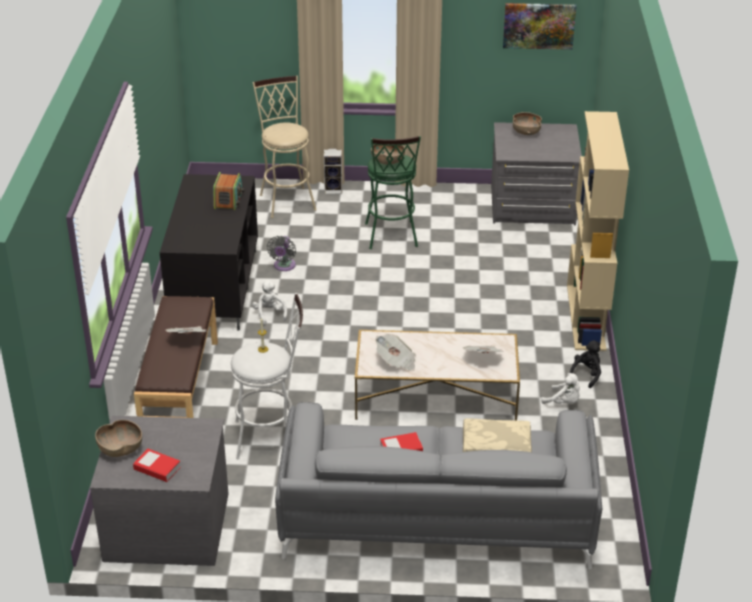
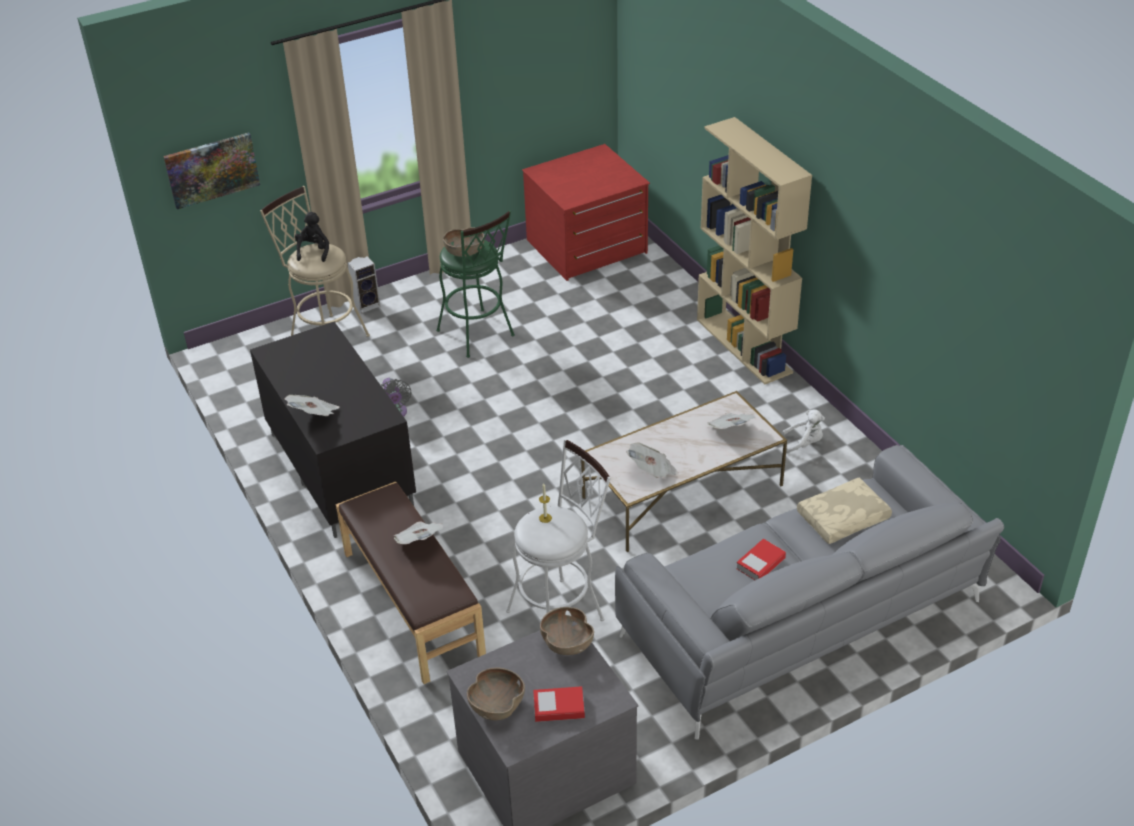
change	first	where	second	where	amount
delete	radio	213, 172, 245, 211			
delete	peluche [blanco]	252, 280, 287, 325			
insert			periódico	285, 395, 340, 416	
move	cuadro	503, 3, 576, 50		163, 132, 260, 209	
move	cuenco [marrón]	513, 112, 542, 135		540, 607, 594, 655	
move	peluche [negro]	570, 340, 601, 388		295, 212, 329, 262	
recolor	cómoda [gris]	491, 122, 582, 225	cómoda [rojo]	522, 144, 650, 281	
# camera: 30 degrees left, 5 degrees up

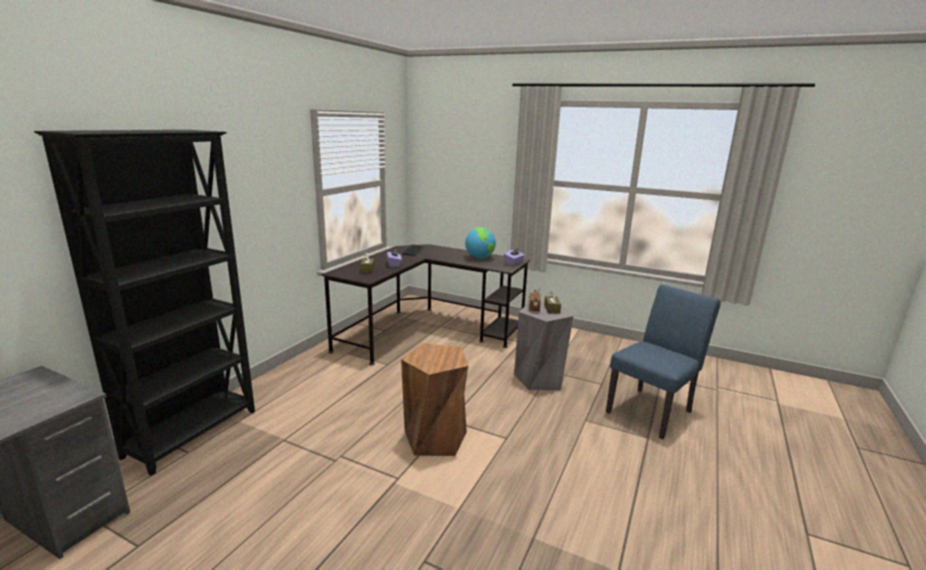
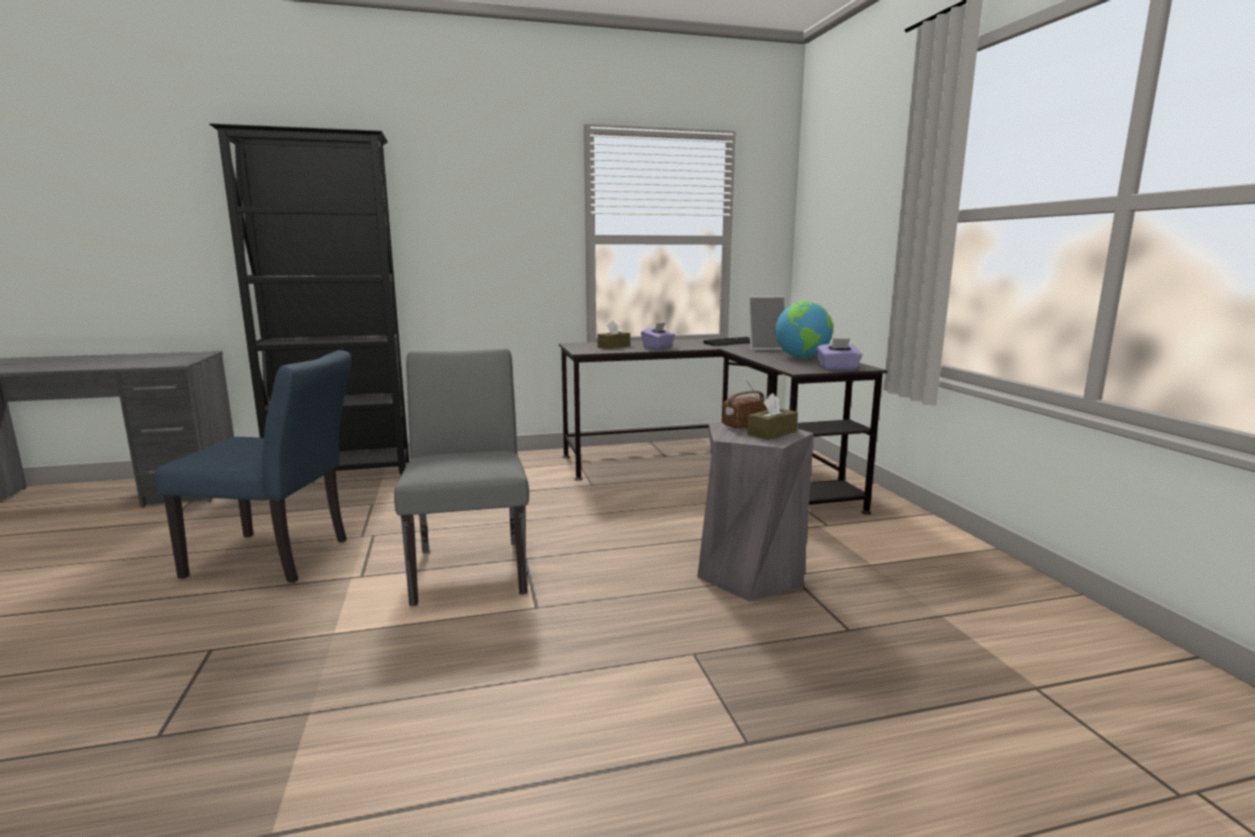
change	first	where	second	where	amount
insert			portarretratos	748, 296, 785, 350	
move	silla [azul]	606, 284, 721, 440		155, 350, 351, 583	
replace	taburete [marrón]	401, 343, 468, 456	silla [gris]	394, 349, 529, 606	
# camera: 50 degrees right, 5 degrees down

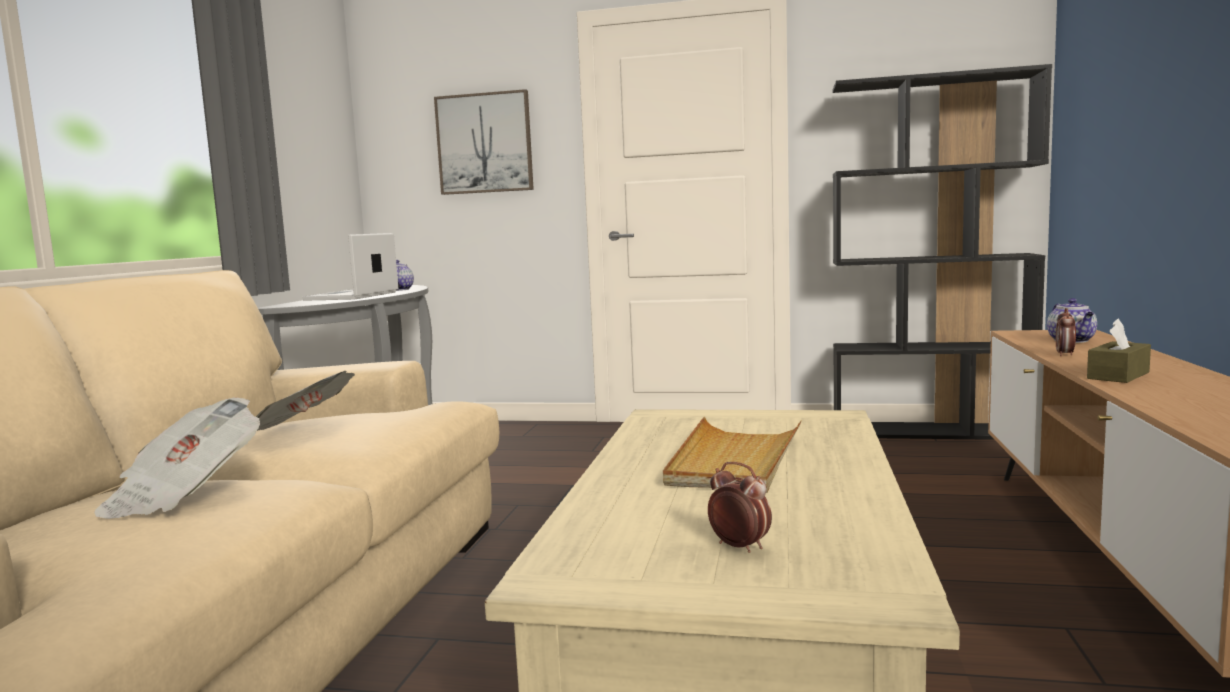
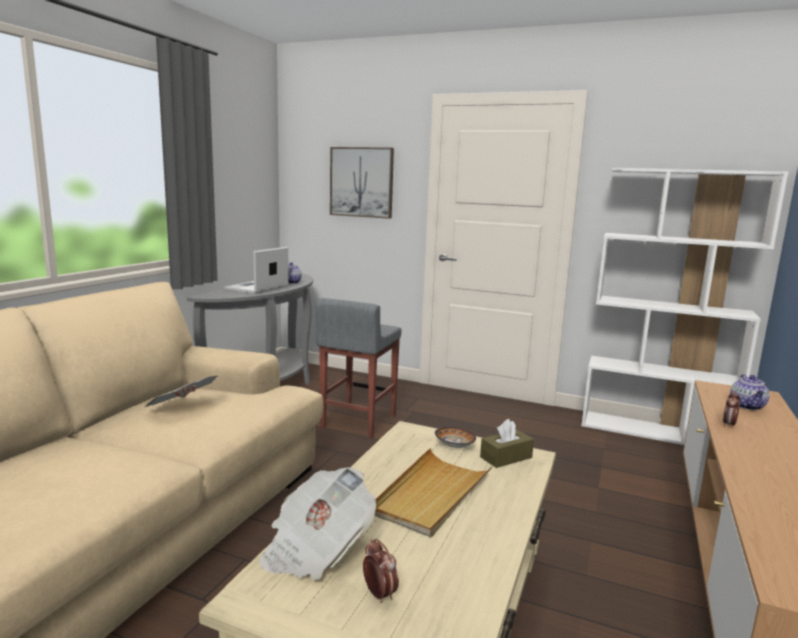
change	first	where	second	where	amount
insert			taburete [gris]	316, 298, 401, 438	
insert			cuenco	435, 427, 476, 448	
move	periódico	94, 398, 260, 519		259, 467, 376, 580	
move	caja de pañuelos [marrón]	1087, 319, 1151, 383		480, 419, 534, 468	
recolor	estantería [negro]	833, 64, 1052, 440	estantería [blanco]	581, 168, 788, 445	
# camera: 10 degrees right, 5 degrees up

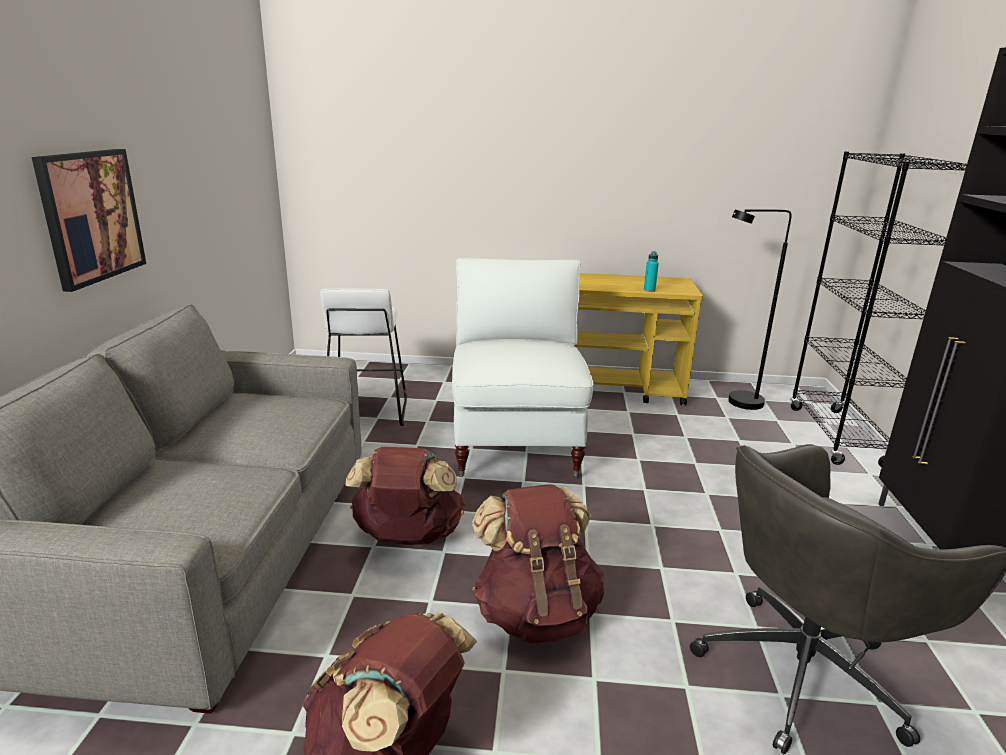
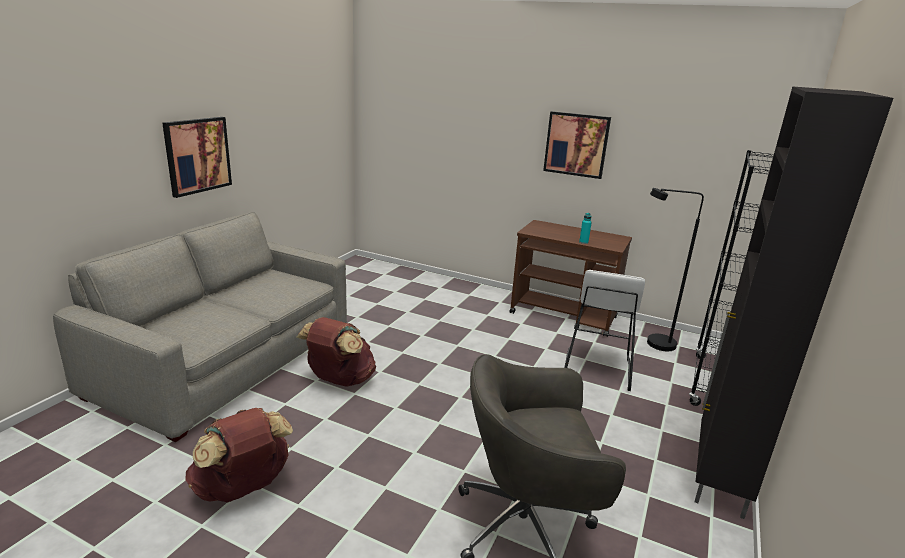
change	first	where	second	where	amount
delete	sillón [blanco]	452, 258, 594, 477			
delete	mochila [marrón]	472, 484, 605, 644			
insert			cuadro	543, 111, 611, 179	
move	taburete [blanco]	320, 288, 407, 426		564, 270, 645, 391	
recolor	carrito [amarillo]	574, 273, 703, 405	carrito [marrón]	510, 220, 632, 337	
# camera: 20 degrees right, 0 degrees up

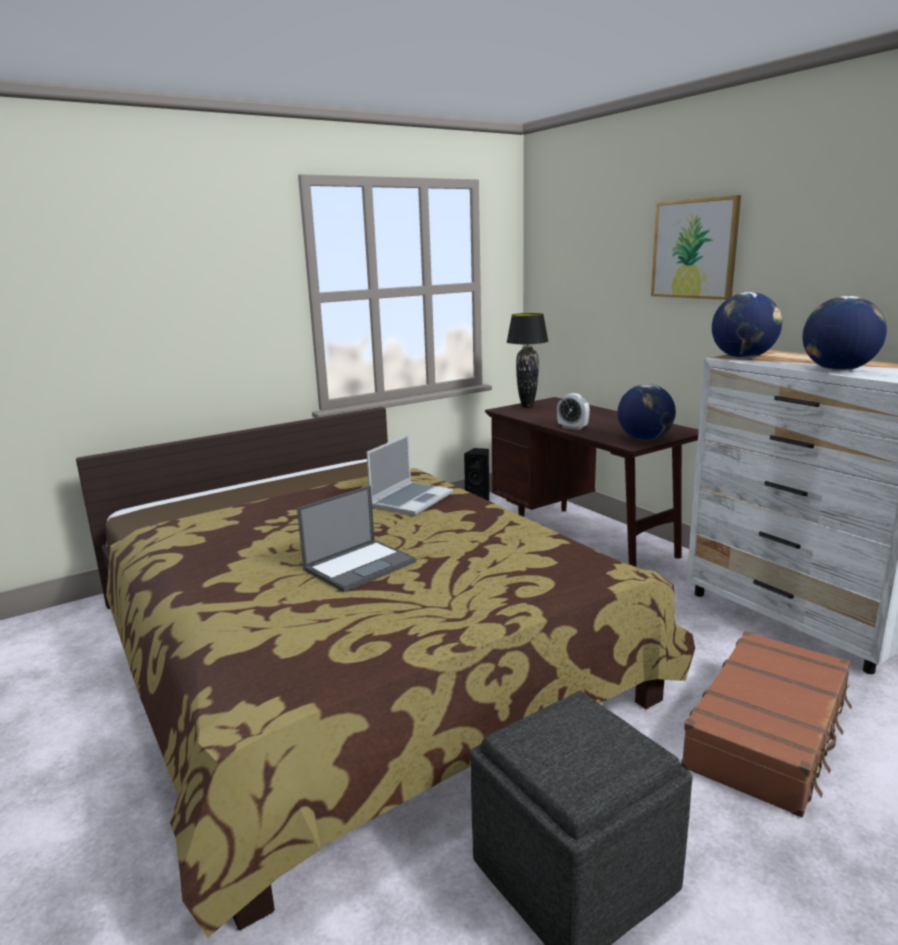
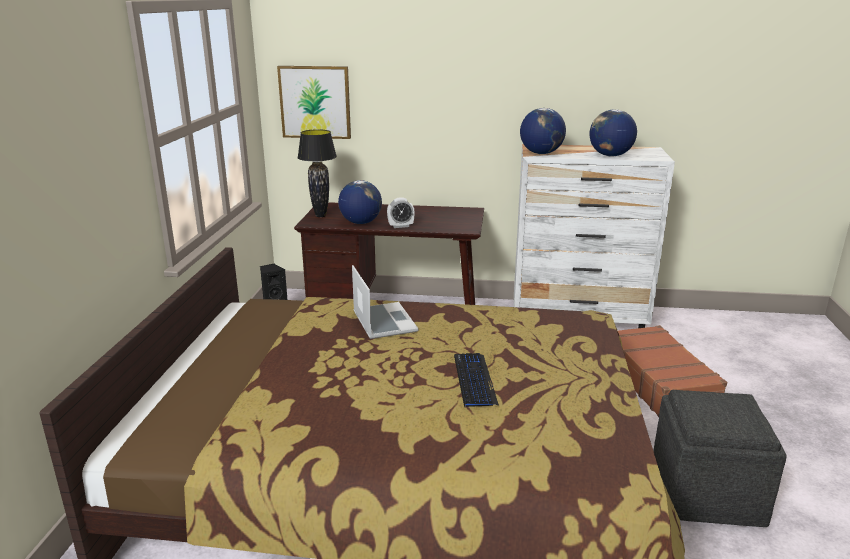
change	first	where	second	where	amount
move	globo terráqueo	618, 384, 676, 440		338, 180, 382, 224	
move	cuadro	651, 195, 741, 300		277, 66, 351, 139	
replace	portátil	297, 486, 416, 592	teclado	454, 353, 499, 407	
# camera: 50 degrees left, 5 degrees up

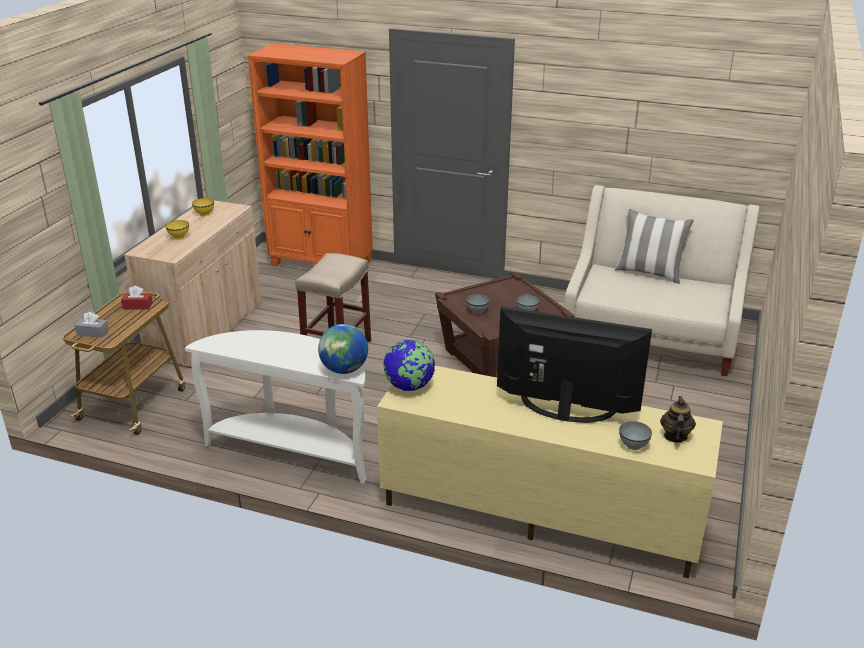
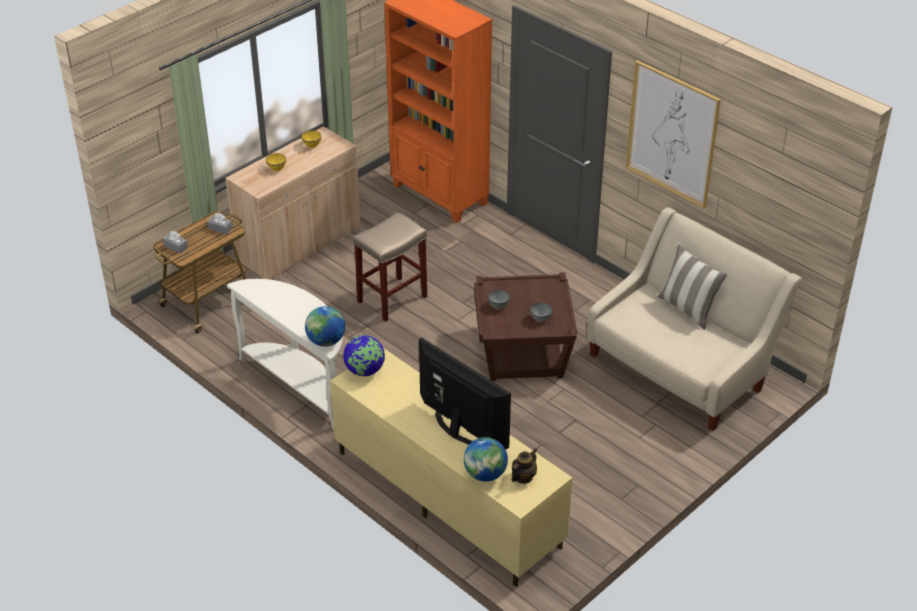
change	first	where	second	where	amount
insert			cuadro	625, 60, 721, 209	
replace	cuenco [gris]	619, 421, 652, 450	globo terráqueo	464, 437, 508, 482	
recolor	caja de pañuelos [rojo]	121, 286, 153, 310	caja de pañuelos [gris]	207, 213, 233, 235	
# camera: 25 degrees right, 10 degrees up

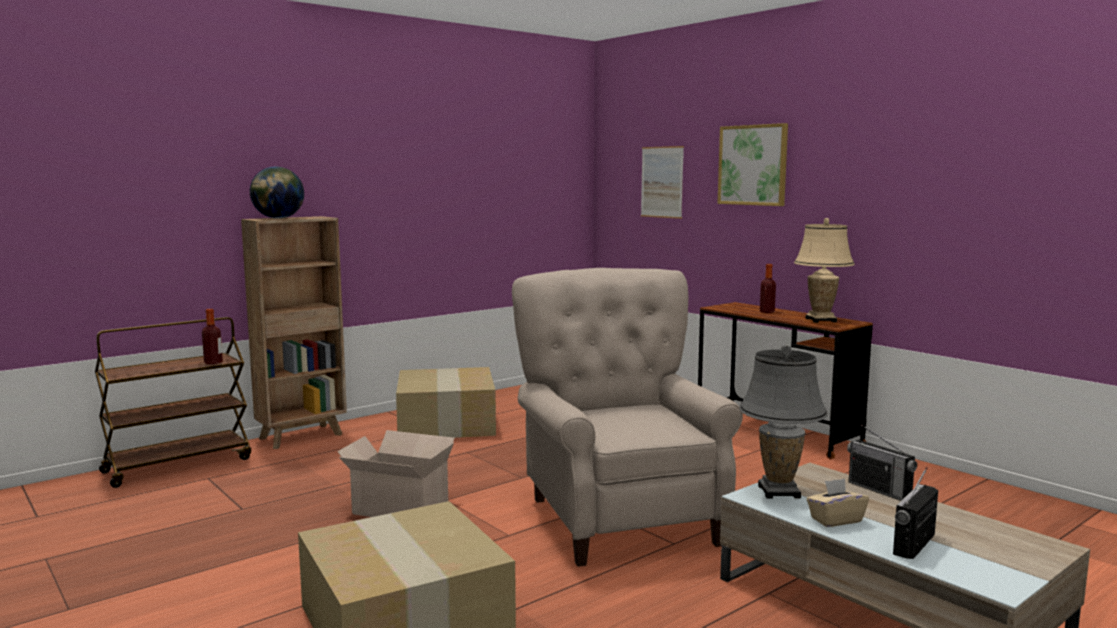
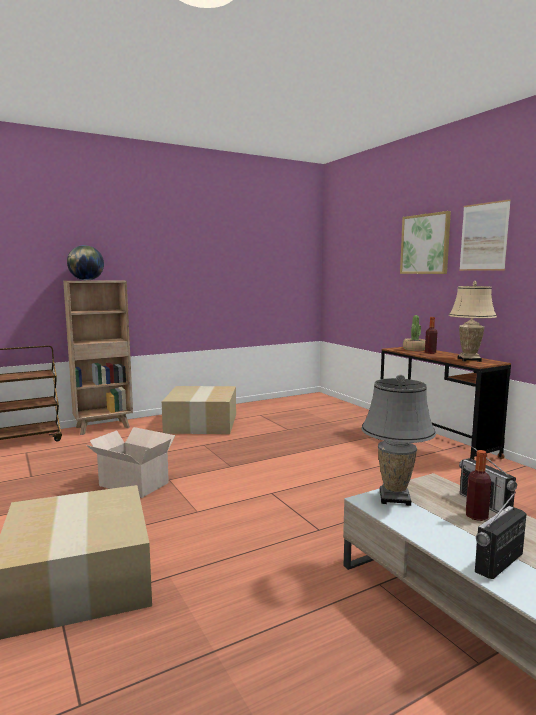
change	first	where	second	where	amount
delete	sillón [beis]	512, 268, 743, 567			
delete	caja de pañuelos [beis]	807, 479, 869, 527			
insert			planta en maceta	403, 315, 425, 351	
move	botella	202, 309, 223, 364		466, 450, 491, 521	
move	cuadro	641, 146, 684, 219		459, 199, 511, 271	
# camera: 10 degrees right, 0 degrees up

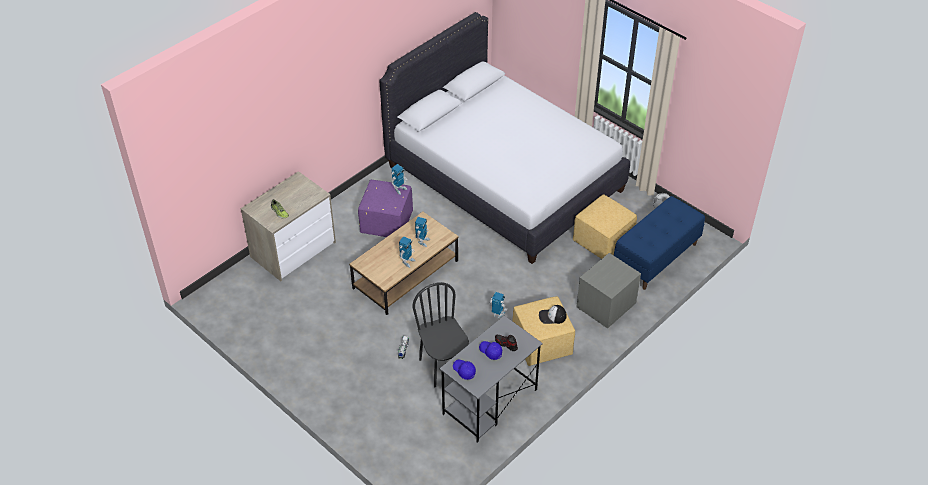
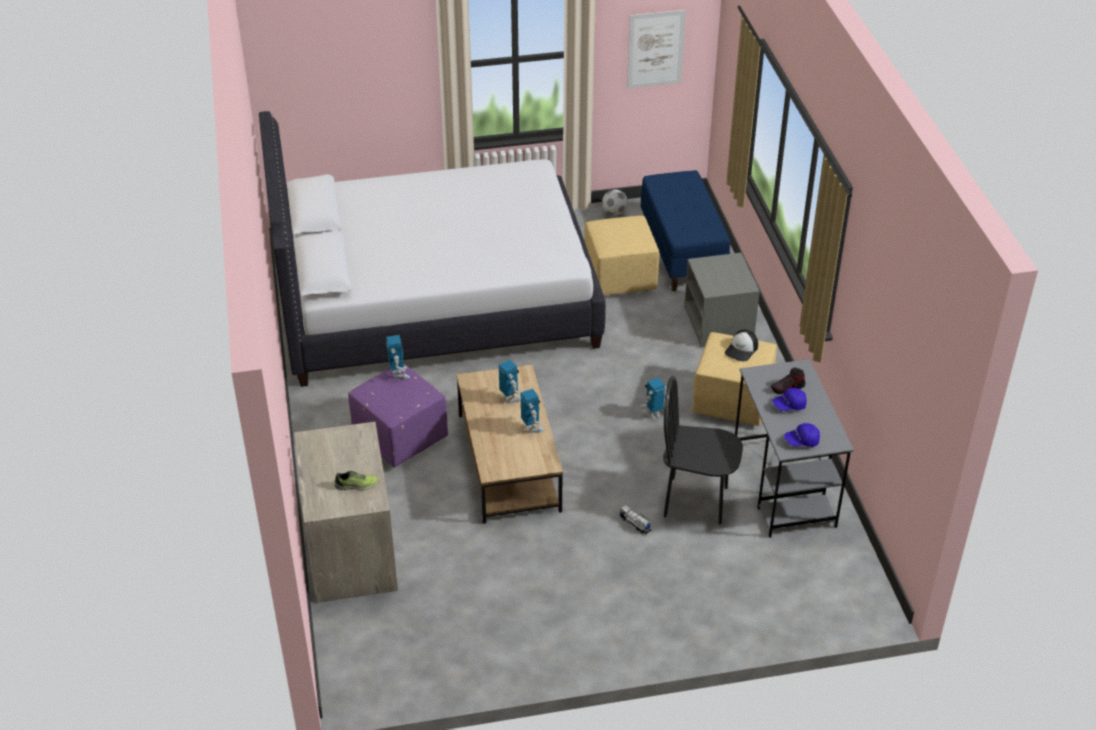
change	first	where	second	where	amount
insert			cuadro	627, 10, 686, 89	
# camera: 55 degrees left, 5 degrees down

